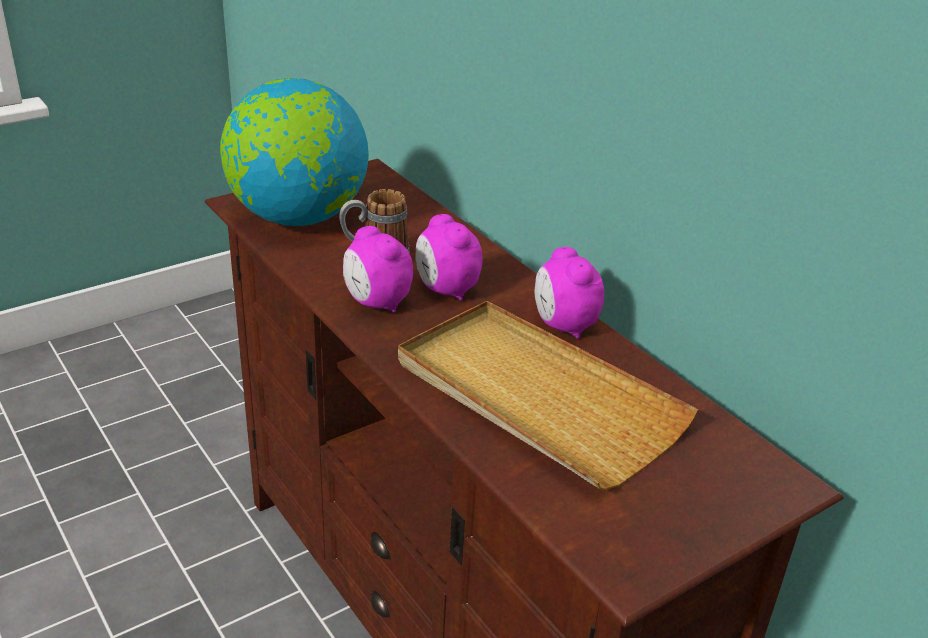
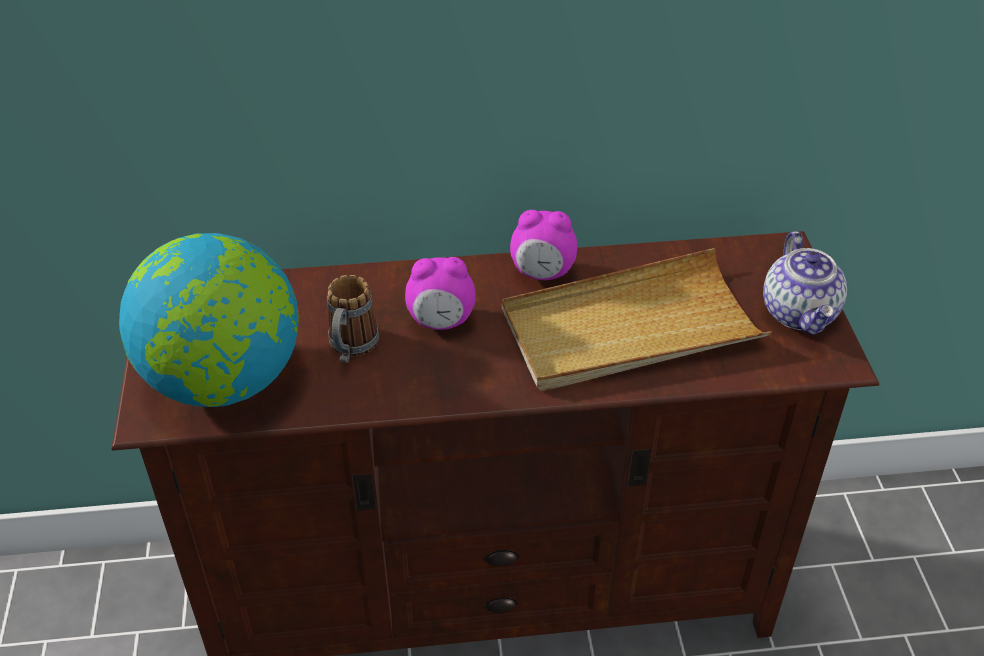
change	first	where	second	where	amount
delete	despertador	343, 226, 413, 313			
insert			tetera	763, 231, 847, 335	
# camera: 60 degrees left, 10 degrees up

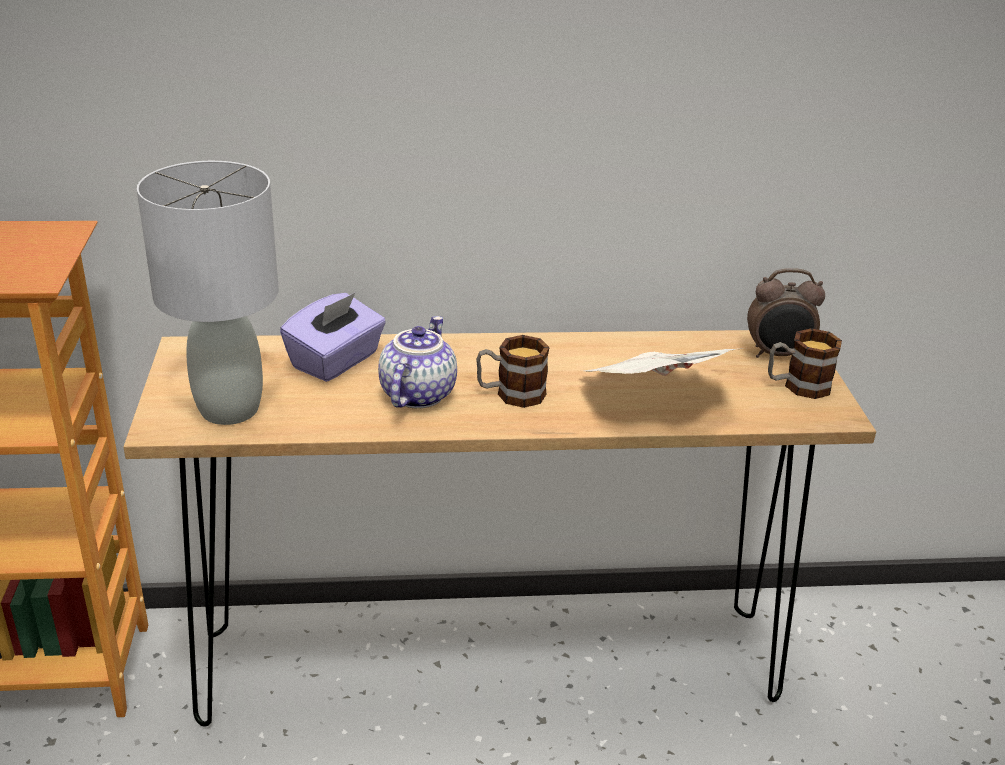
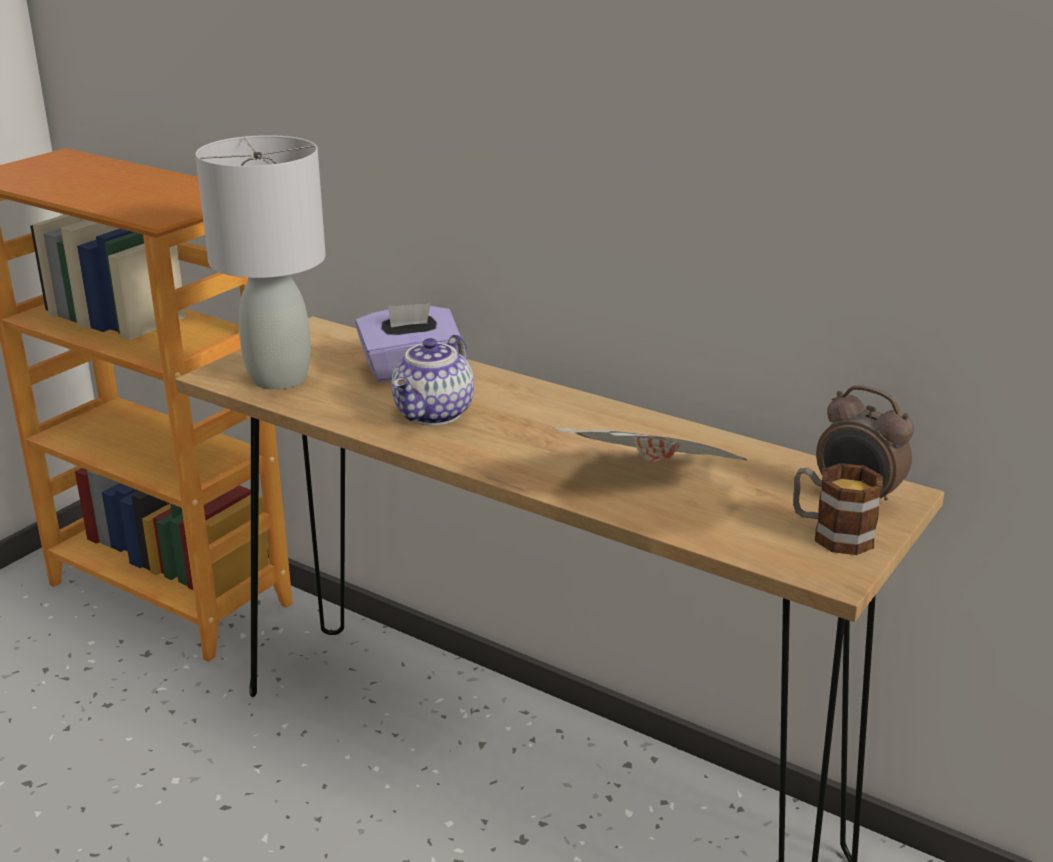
change	first	where	second	where	amount
delete	taza grande	476, 335, 550, 408			
rotate	tetera	378, 316, 457, 408		391, 334, 474, 426	150 degrees clockwise
# camera: 40 degrees right, 5 degrees down

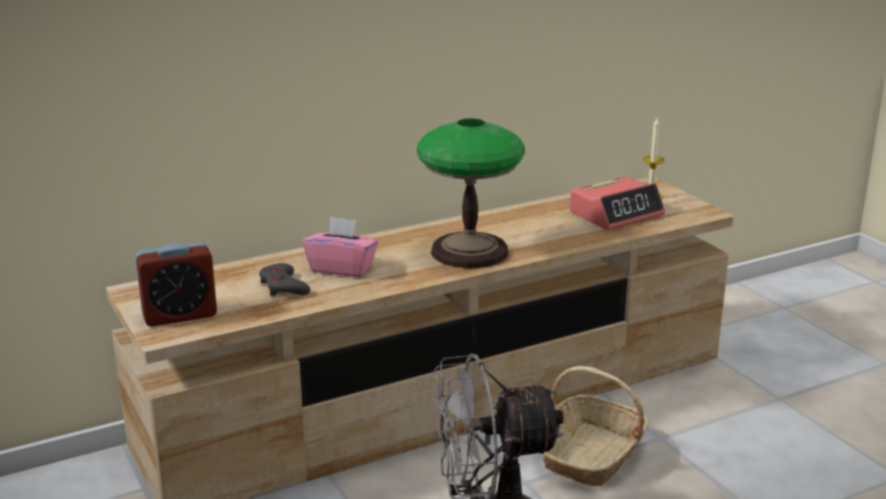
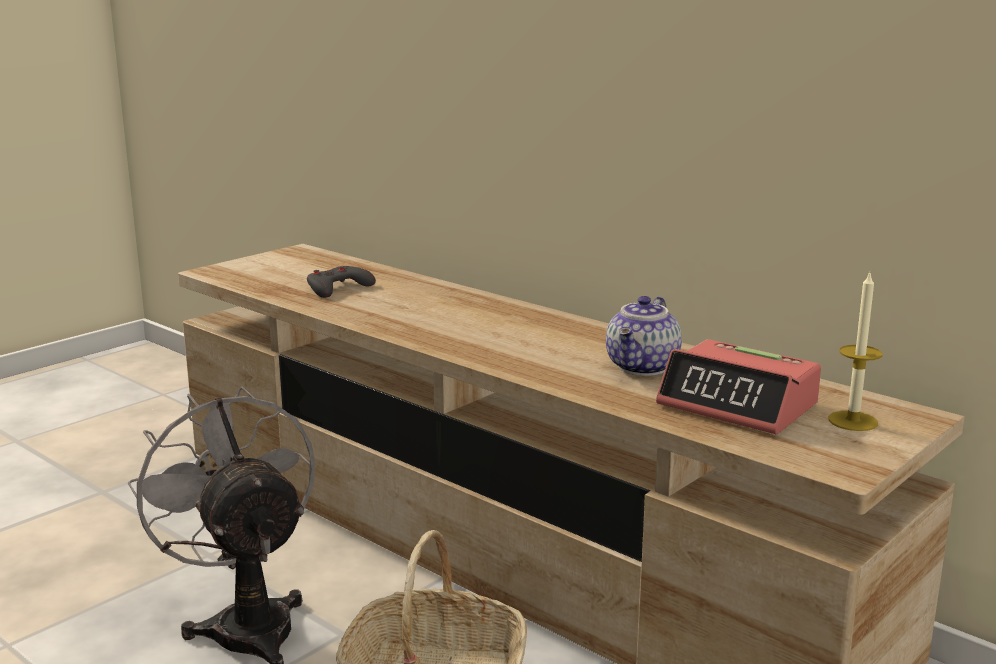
change	first	where	second	where	amount
delete	despertador	135, 242, 217, 327			
delete	caja de pañuelos [rosa]	303, 216, 379, 277			
delete	lámpara de mesa	417, 119, 525, 268			
insert			tetera	606, 296, 682, 376	
# camera: 70 degrees right, 5 degrees down

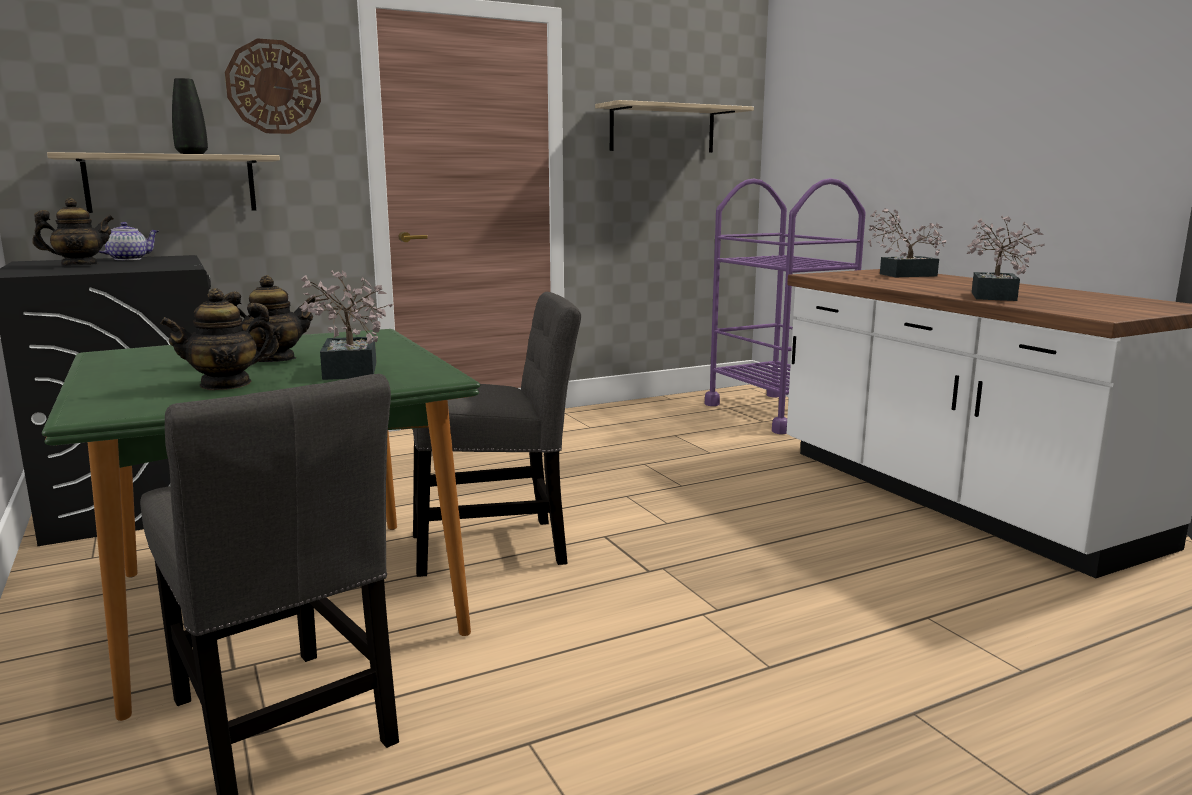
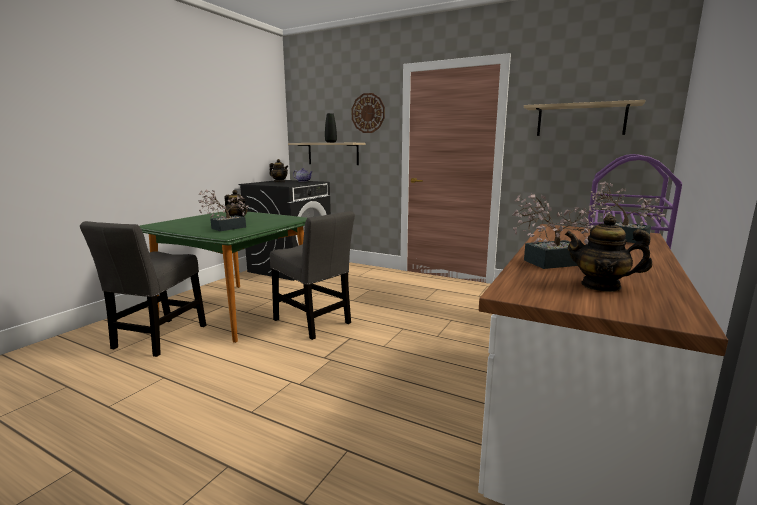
change	first	where	second	where	amount
move	tetera	160, 288, 279, 390		564, 215, 652, 292	
# camera: 55 degrees right, 0 degrees up

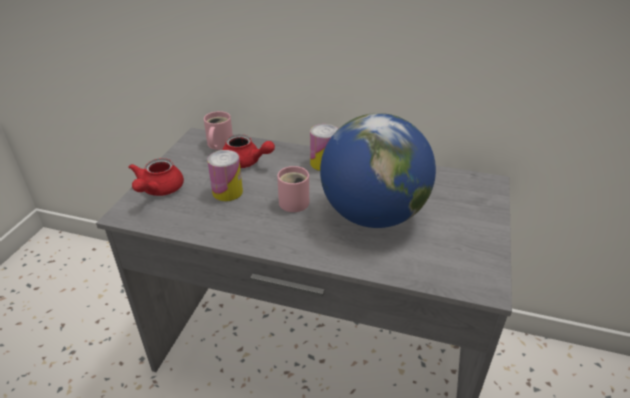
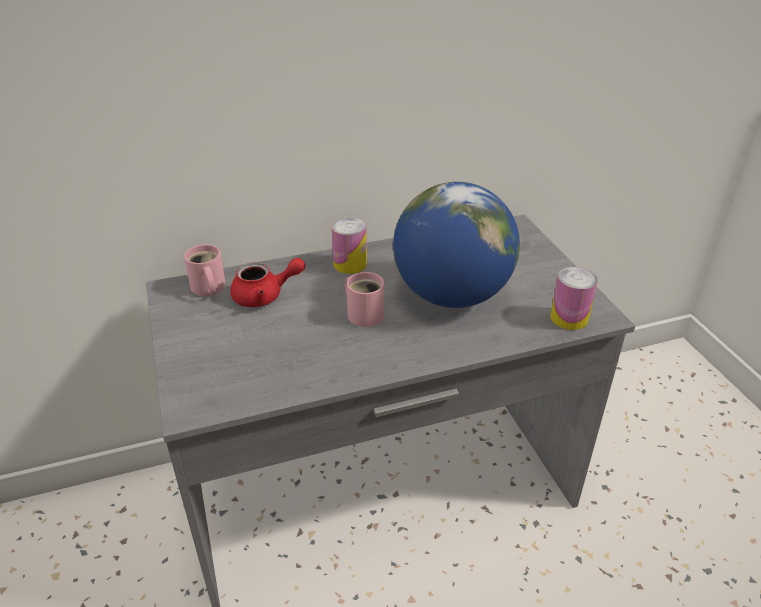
change	first	where	second	where	amount
delete	tetera [rojo]	128, 158, 184, 196			
move	lata	207, 150, 243, 201		550, 267, 598, 330	
# camera: 35 degrees left, 0 degrees up

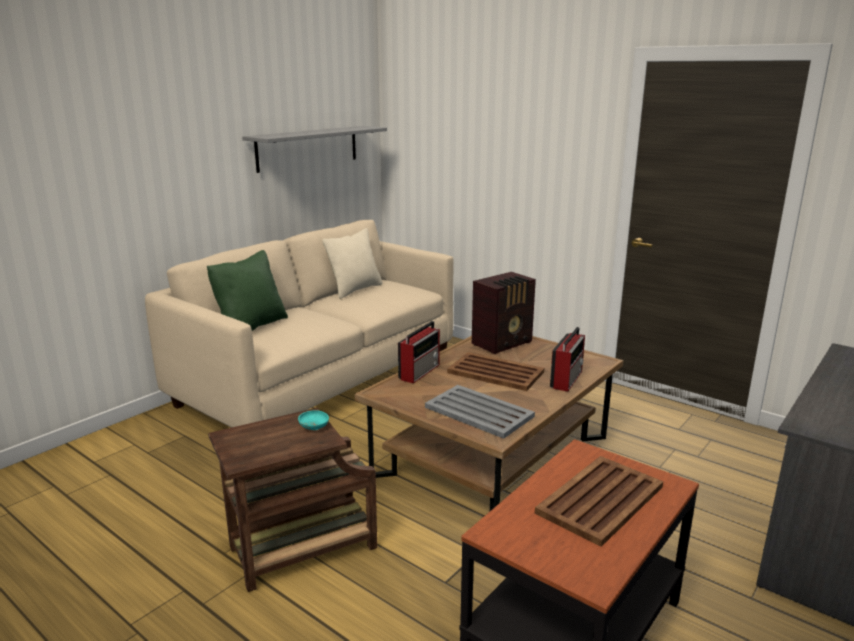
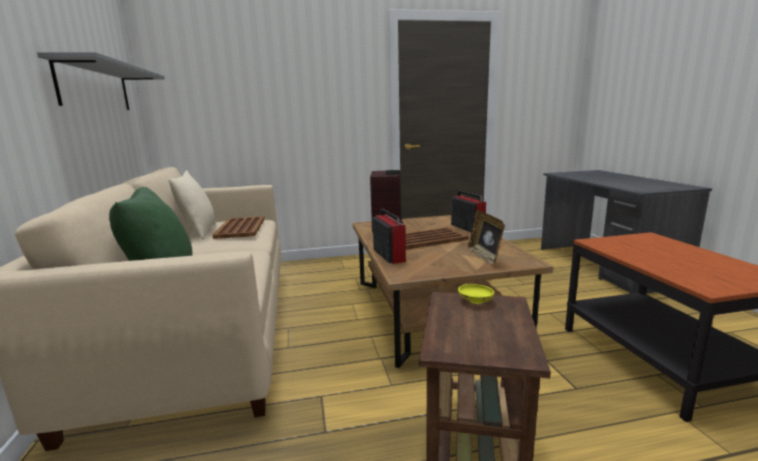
change	first	where	second	where	amount
move	bandeja [marrón]	535, 456, 663, 547		212, 216, 265, 239	
replace	bandeja [gris]	425, 385, 535, 439	portarretratos	468, 210, 505, 266	
recolor	cuenco [turquesa]	298, 410, 329, 430	cuenco [amarillo]	458, 284, 494, 304	
# camera: 50 degrees left, 5 degrees down

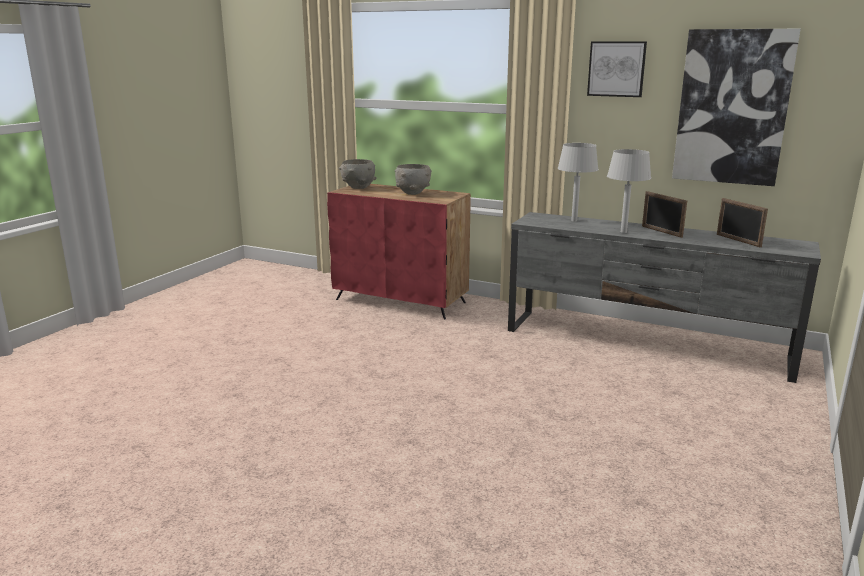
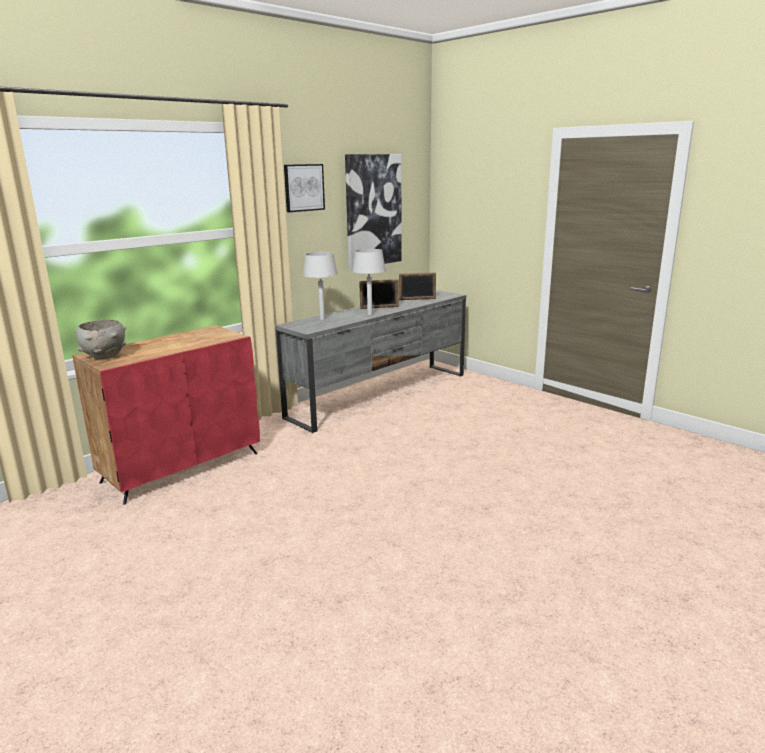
change	first	where	second	where	amount
delete	cuenco [gris]	395, 164, 432, 195			
# camera: 70 degrees left, 0 degrees up

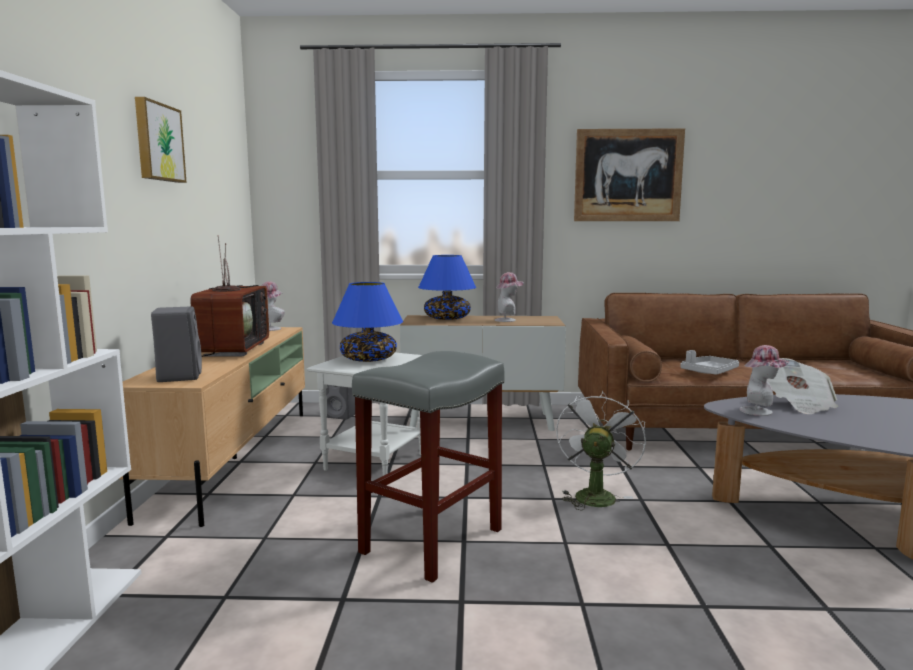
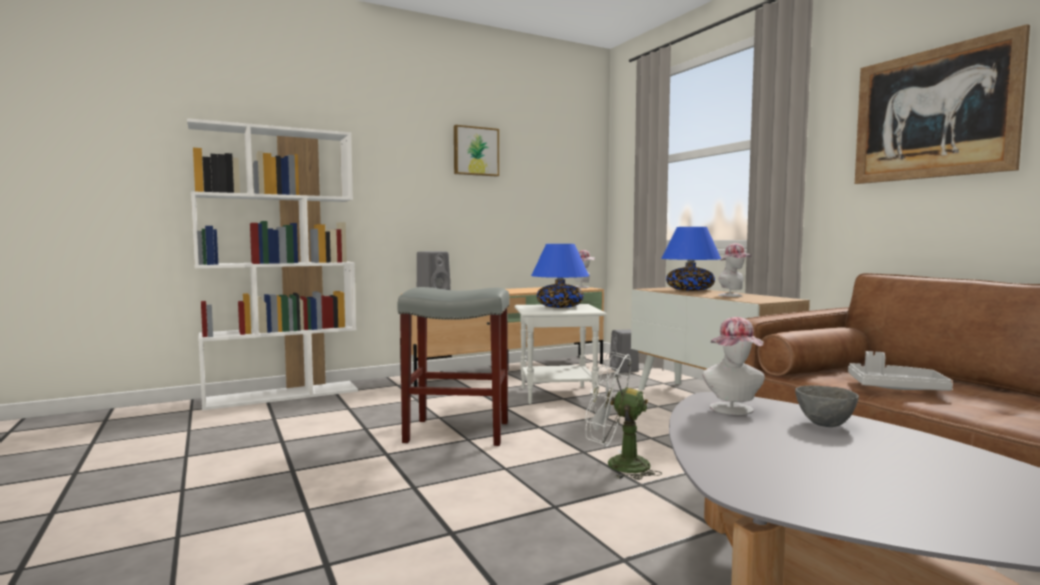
change	first	where	second	where	amount
delete	televisor	190, 235, 269, 357			
replace	periódico	767, 358, 838, 414	cuenco [gris]	795, 385, 859, 427	
rotate	ventilador [blanco]	556, 391, 646, 511		586, 352, 662, 480	150 degrees counterclockwise
# camera: 60 degrees right, 5 degrees down

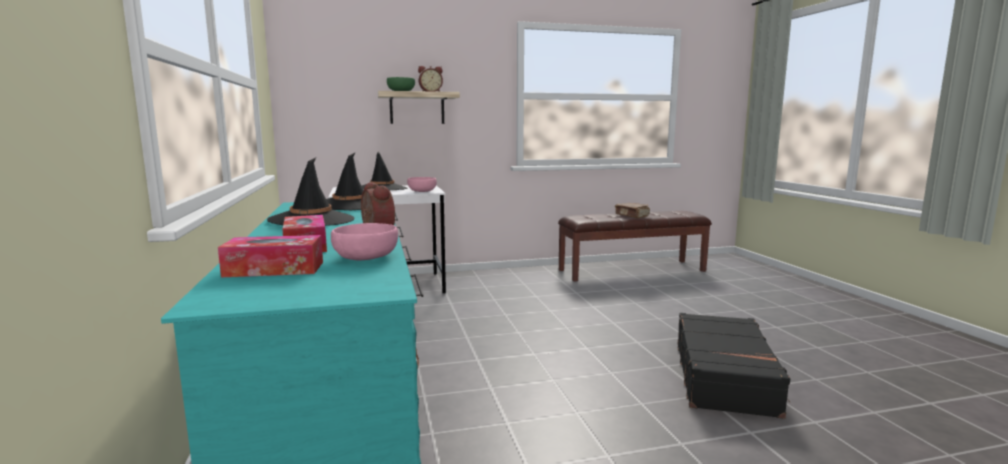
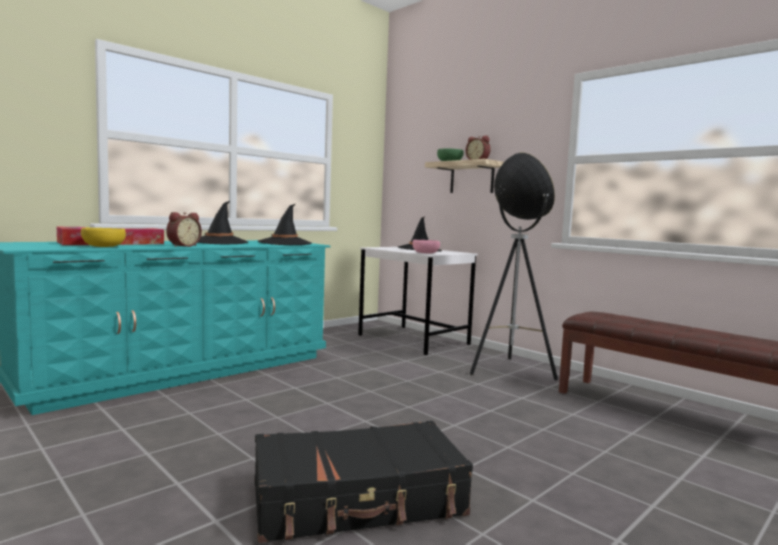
change	first	where	second	where	amount
delete	libro [marrón]	615, 203, 650, 219			
insert			lámpara de pie	470, 153, 558, 380	
recolor	cuenco [rosa]	331, 223, 398, 260	cuenco [amarillo]	81, 228, 126, 247	
# camera: 60 degrees right, 5 degrees down

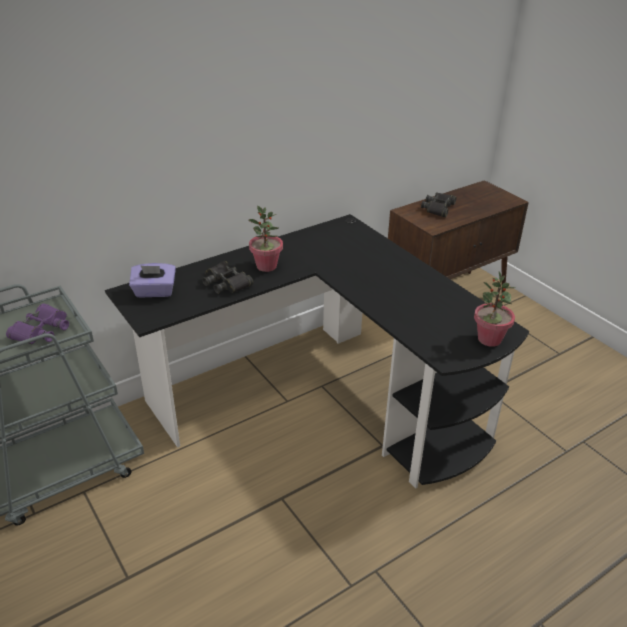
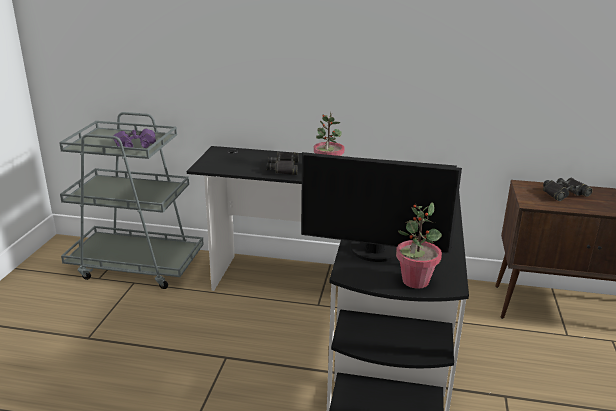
change	first	where	second	where	amount
delete	caja de pañuelos [morado]	129, 263, 176, 298			
insert			monitor	301, 152, 462, 262	
# camera: 45 degrees right, 10 degrees down

